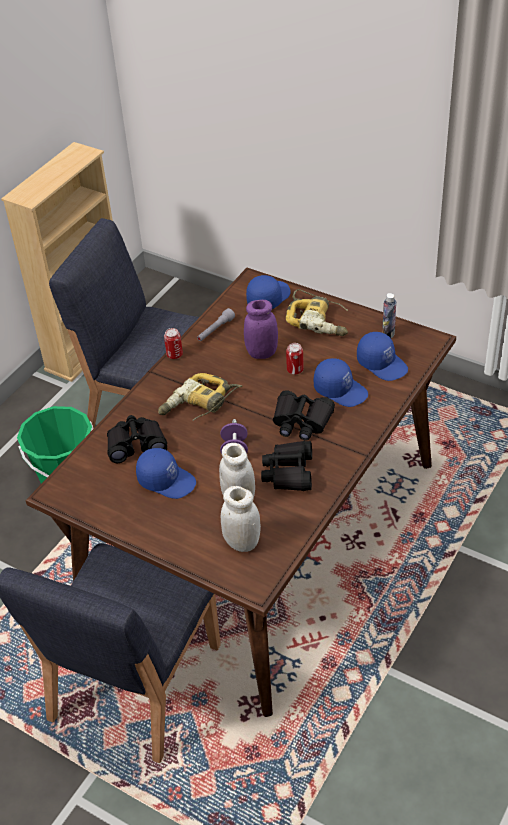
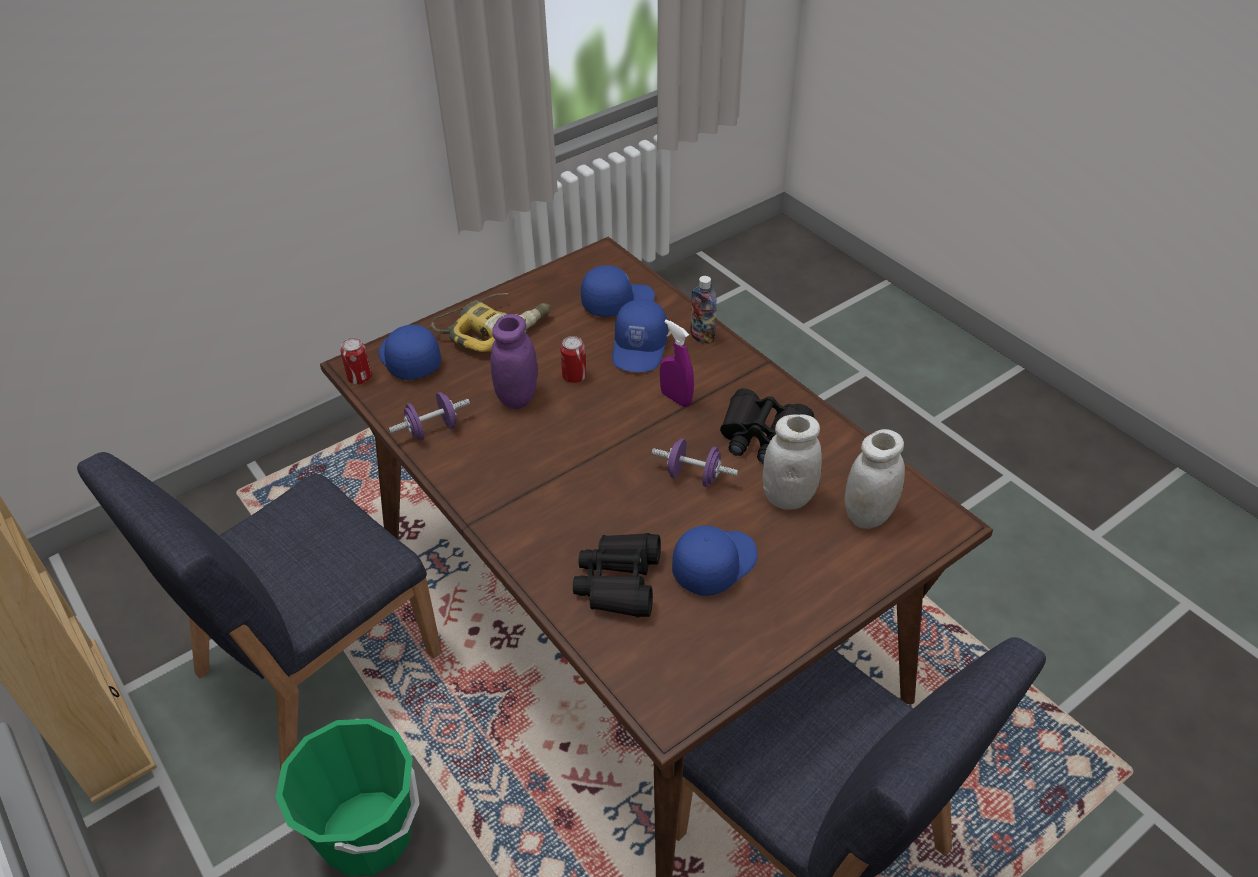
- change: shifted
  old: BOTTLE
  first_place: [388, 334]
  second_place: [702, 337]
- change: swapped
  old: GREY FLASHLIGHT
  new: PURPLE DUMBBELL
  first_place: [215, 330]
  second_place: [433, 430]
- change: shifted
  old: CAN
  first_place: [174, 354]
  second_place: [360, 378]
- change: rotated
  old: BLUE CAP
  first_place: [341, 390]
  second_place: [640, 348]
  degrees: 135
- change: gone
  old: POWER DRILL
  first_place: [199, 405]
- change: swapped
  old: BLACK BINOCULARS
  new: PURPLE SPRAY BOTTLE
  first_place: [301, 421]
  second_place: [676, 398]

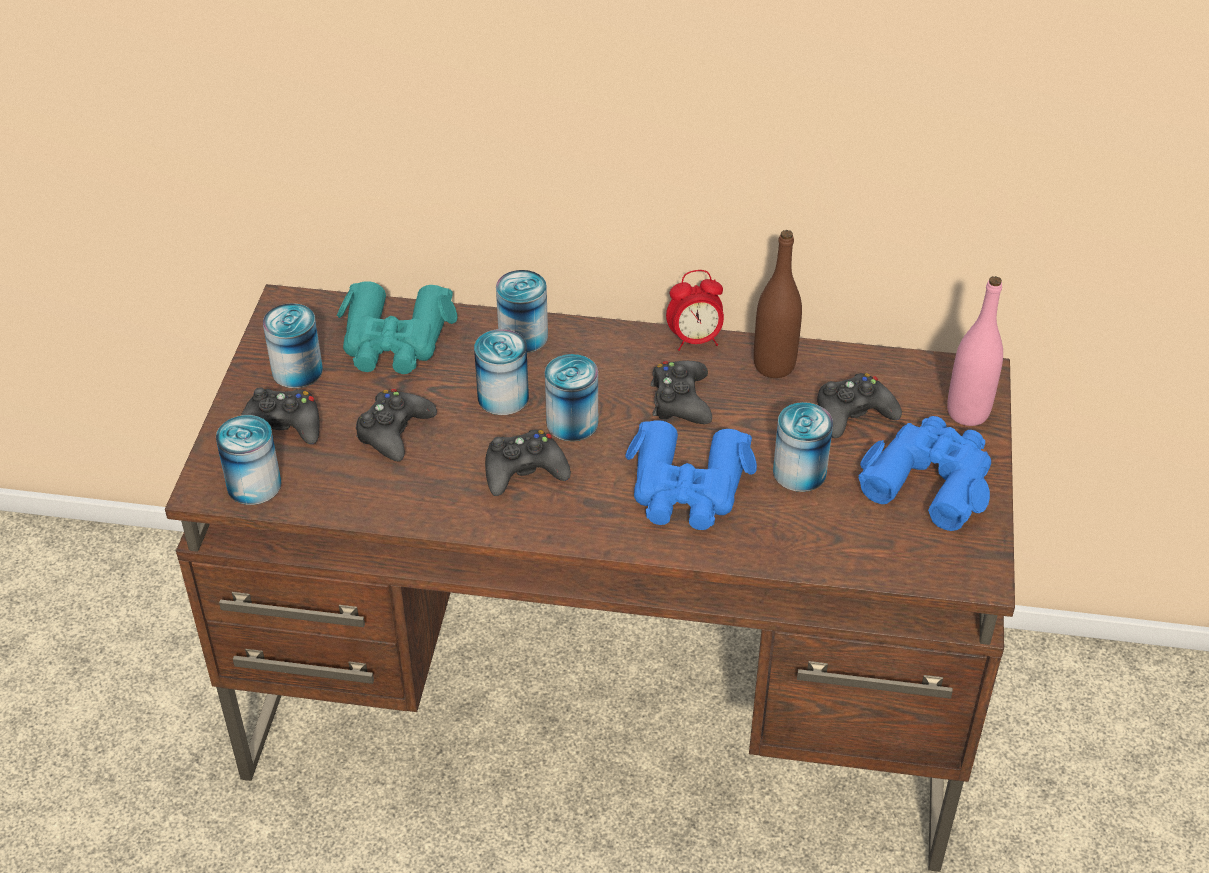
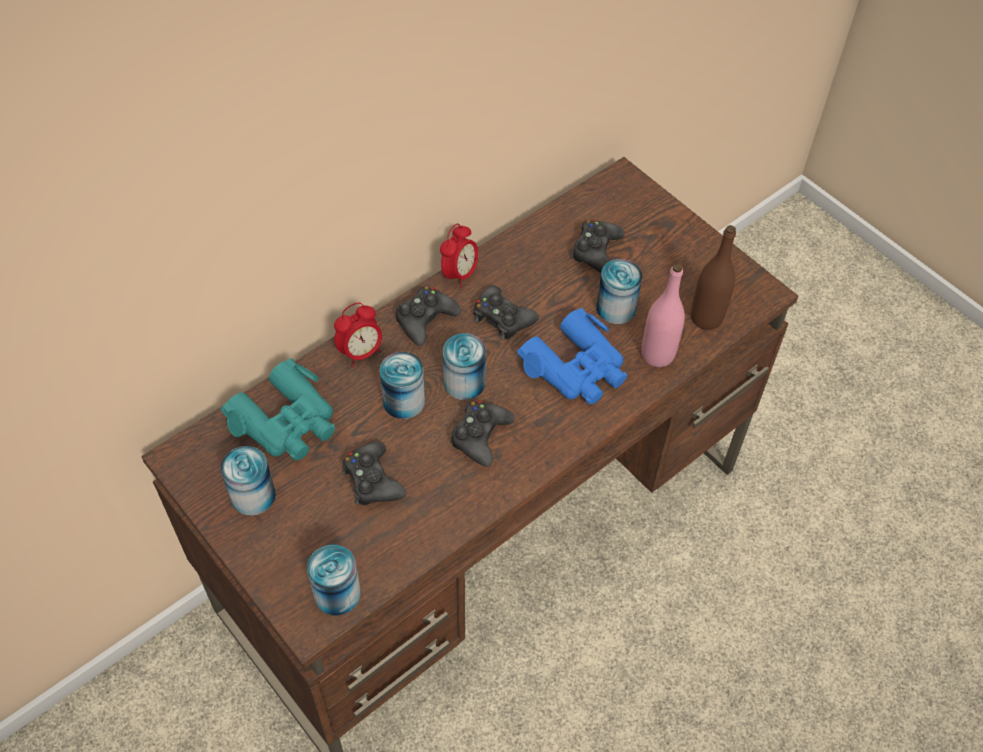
- change: shifted
  old: BROWN BOTTLE
  first_place: [774, 365]
  second_place: [706, 318]
- change: swapped
  old: CAN
  new: ALARM CLOCK
  first_place: [523, 336]
  second_place: [361, 352]
- change: shifted
  old: PINK BOTTLE
  first_place: [967, 412]
  second_place: [657, 355]
- change: shifted
  old: BLACK GAME CONTROLLER
  first_place: [282, 426]
  second_place: [425, 320]
- change: gone
  old: BLUE BINOCULARS
  first_place: [930, 480]

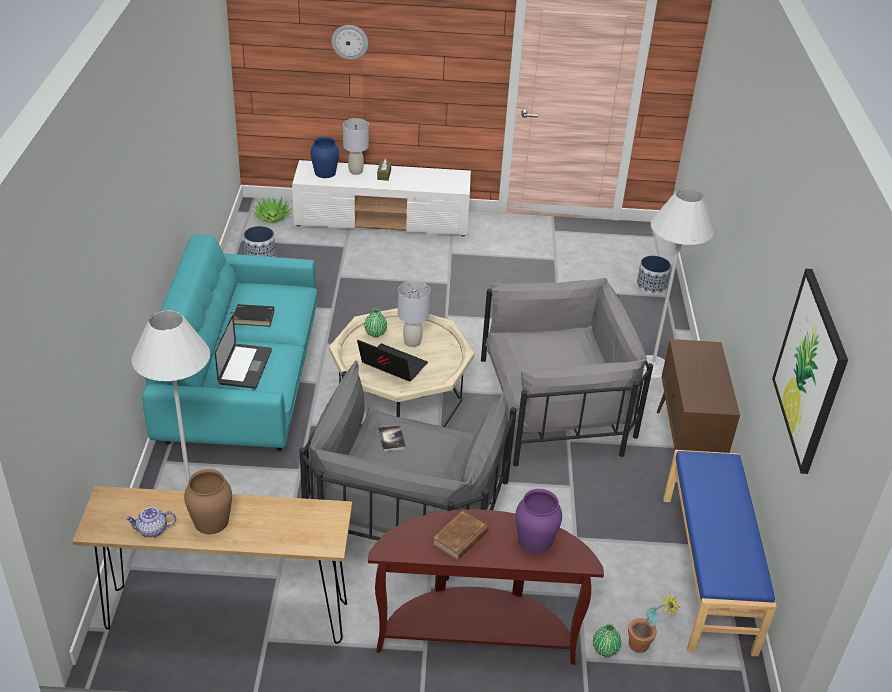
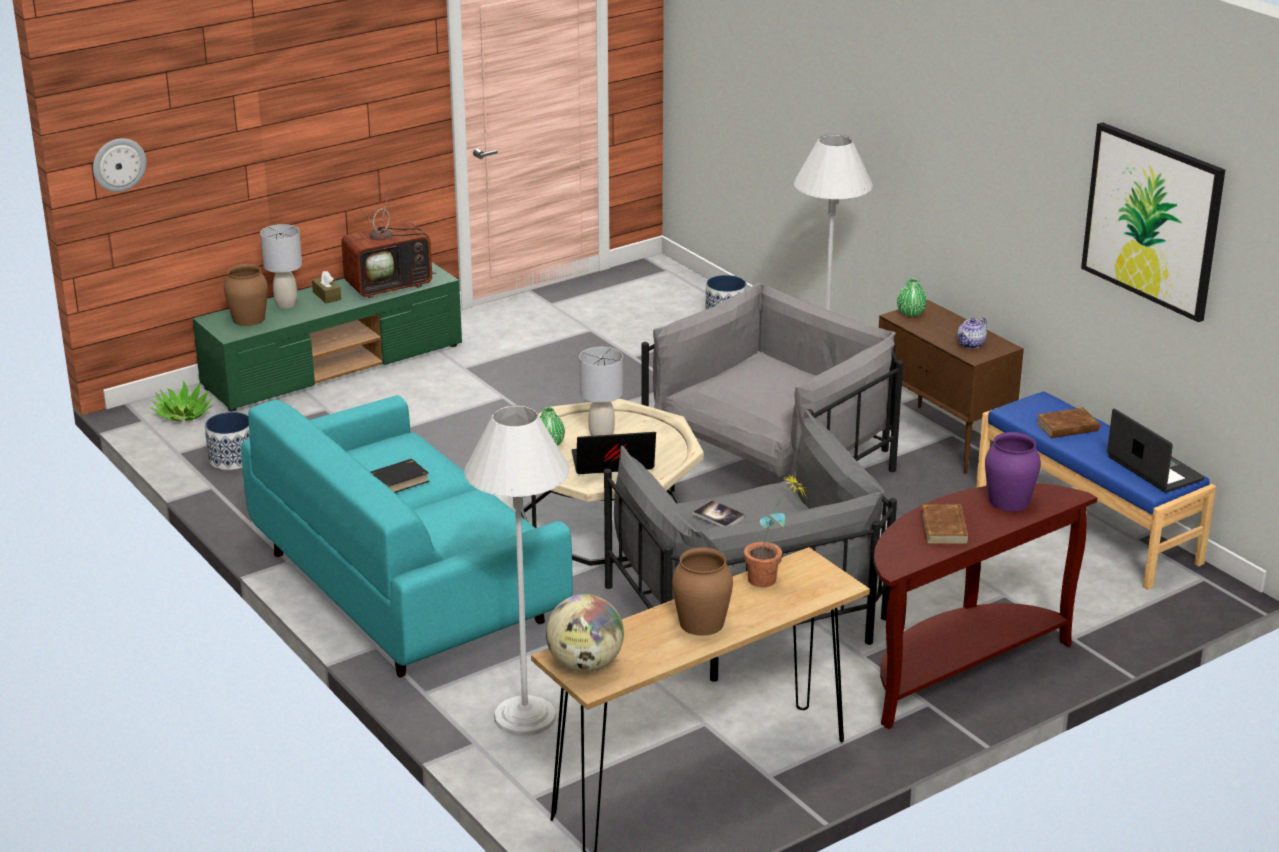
- change: shifted
  old: WALL CLOCK
  first_place: [350, 42]
  second_place: [119, 164]
- change: repainted
  old: BLUE VASE
  new: BROWN VASE
  first_place: [325, 173]
  second_place: [249, 319]
- change: repainted
  old: WHITE TV STAND
  new: GREEN TV STAND
  first_place: [383, 220]
  second_place: [334, 366]
- change: shifted
  old: LAPTOP
  first_place: [245, 367]
  second_place: [1154, 469]
- change: shifted
  old: TEAPOT
  first_place: [152, 530]
  second_place: [971, 344]
- change: shifted
  old: POTTED PLANT
  first_place: [644, 648]
  second_place: [771, 580]
- change: shifted
  old: GREEN VASE
  first_place: [605, 649]
  second_place: [910, 313]
- change: new
  new: TELEVISION
  second_place: [390, 284]
- change: new
  new: BROWN BOOK
  second_place: [1067, 427]
- change: new
  new: GLOBE
  second_place: [585, 665]

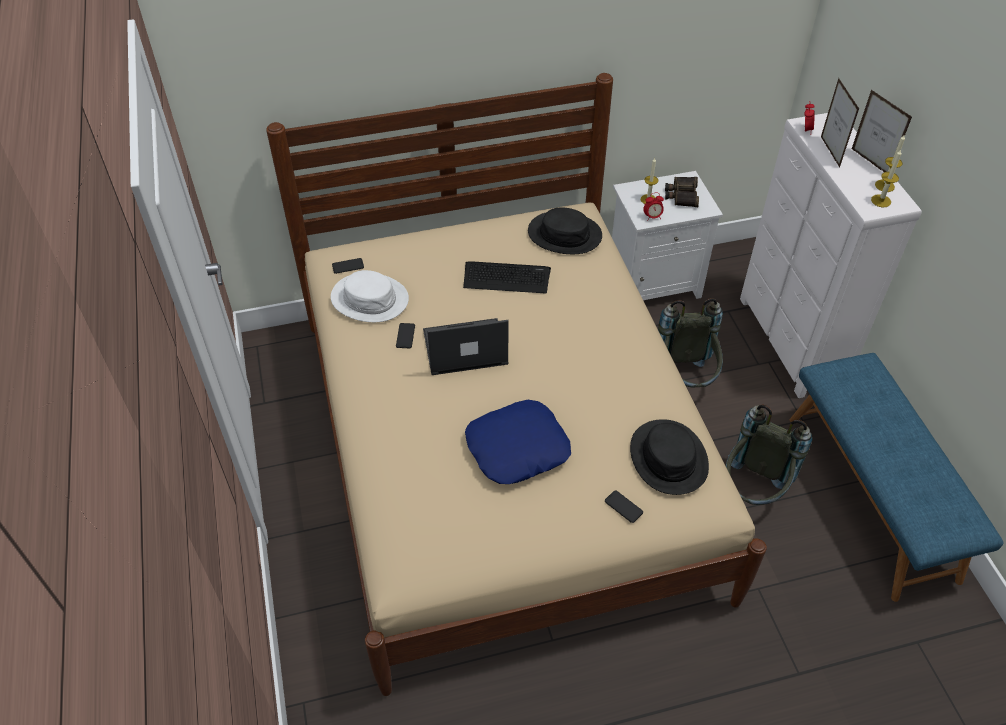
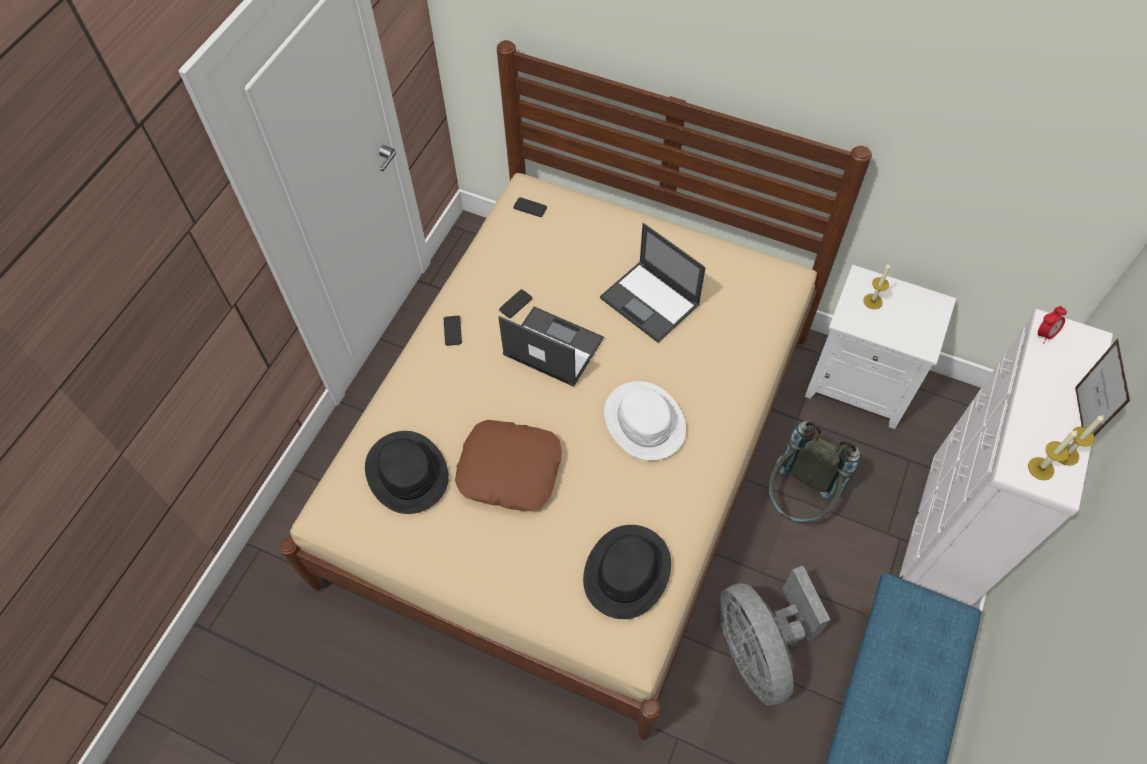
- change: gone
  old: PICTURE FRAME
  first_place: [830, 152]
- change: gone
  old: BINOCULARS
  first_place: [681, 195]
- change: gone
  old: ALARM CLOCK
  first_place: [652, 217]
- change: shifted
  old: BLACK HAT
  first_place: [564, 234]
  second_place: [407, 472]
- change: swapped
  old: KEYBOARD
  new: LAPTOP
  first_place: [506, 278]
  second_place: [651, 302]
- change: shifted
  old: WHITE HAT
  first_place: [370, 298]
  second_place: [644, 421]
- change: repainted
  old: BLUE PILLOW
  new: BROWN PILLOW
  first_place: [517, 447]
  second_place: [510, 469]
- change: swapped
  old: GREY BACKPACK
  new: GREY FAN
  first_place: [752, 491]
  second_place: [758, 649]
- change: shifted
  old: PHONE
  first_place: [623, 507]
  second_place: [452, 331]

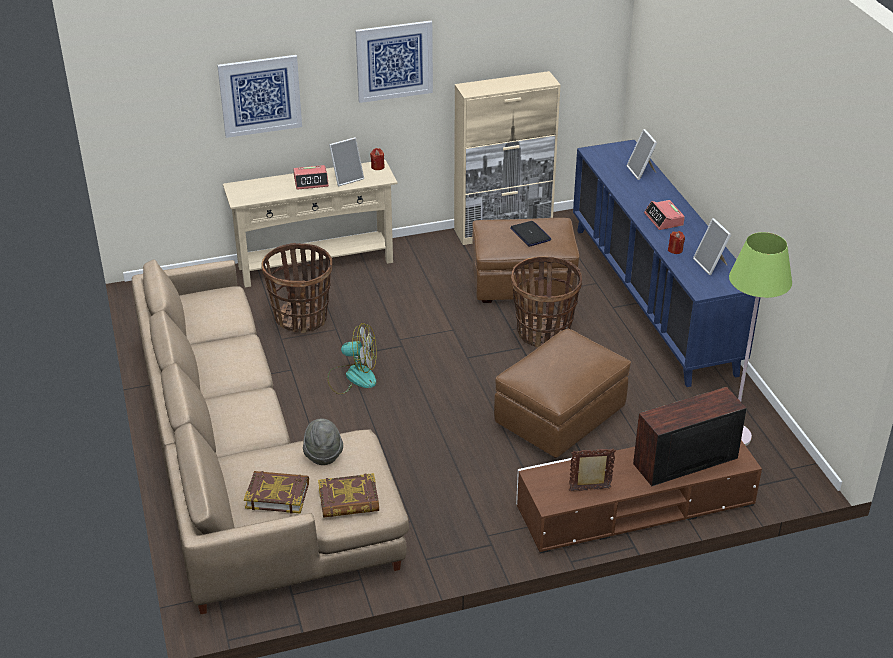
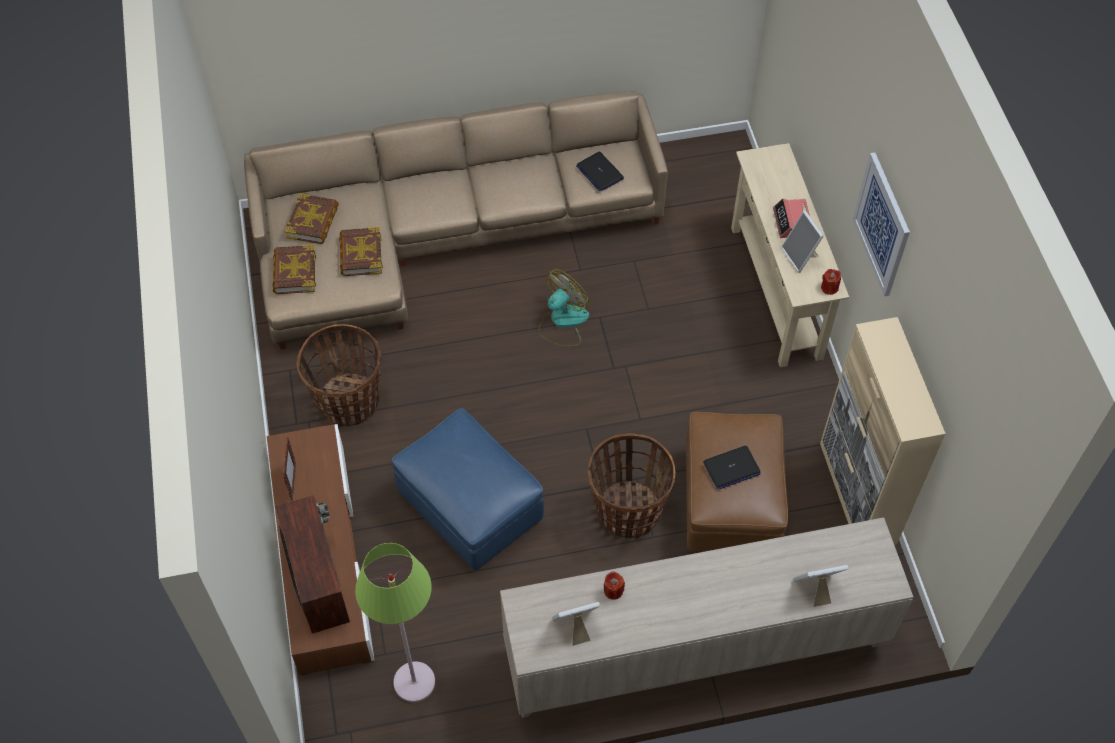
- change: gone
  old: PICTURE
  first_place: [260, 95]
- change: repainted
  old: BLUE CABINET
  new: BEIGE CABINET
  first_place: [652, 298]
  second_place: [695, 649]
- change: gone
  old: ALARM CLOCK
  first_place: [664, 219]
- change: shifted
  old: BASKET
  first_place: [301, 318]
  second_place: [349, 402]
- change: rotated
  old: FAN
  first_place: [353, 377]
  second_place: [562, 322]
  degrees: -150
- change: repainted
  old: BROWN OTTOMAN
  new: BLUE OTTOMAN
  first_place: [560, 418]
  second_place: [470, 507]
- change: swapped
  old: GREY HAT
  new: BOOK
  first_place: [323, 454]
  second_place: [360, 255]
- change: new
  new: LAPTOP
  second_place: [599, 172]

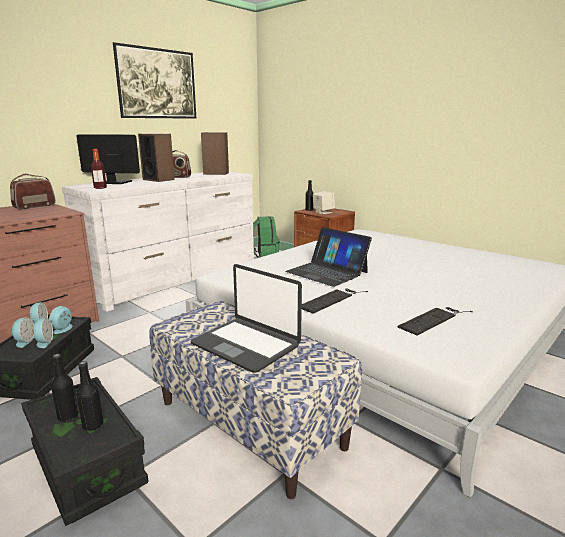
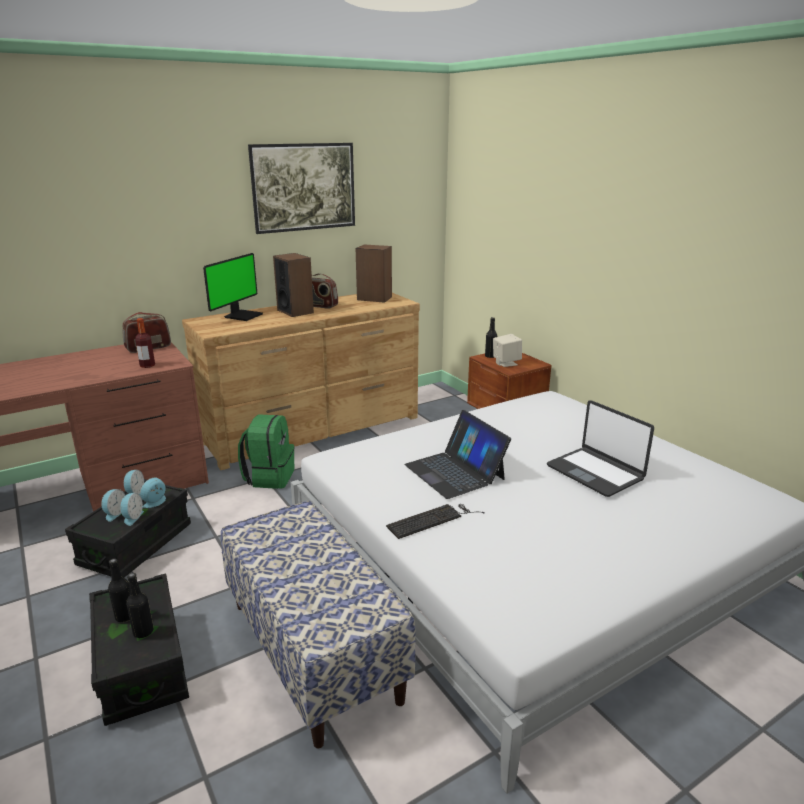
- change: rotated
  old: MONITOR
  first_place: [115, 182]
  second_place: [242, 315]
  degrees: 90
- change: shifted
  old: BOTTLE
  first_place: [100, 188]
  second_place: [147, 365]
- change: repainted
  old: WHITE DRESSER
  new: BROWN DRESSER
  first_place: [176, 279]
  second_place: [314, 430]
- change: shifted
  old: GREEN BACKPACK
  first_place: [265, 254]
  second_place: [269, 477]
- change: shifted
  old: LAPTOP
  first_place: [246, 345]
  second_place: [595, 472]
- change: gone
  old: KEYBOARD
  first_place: [433, 319]

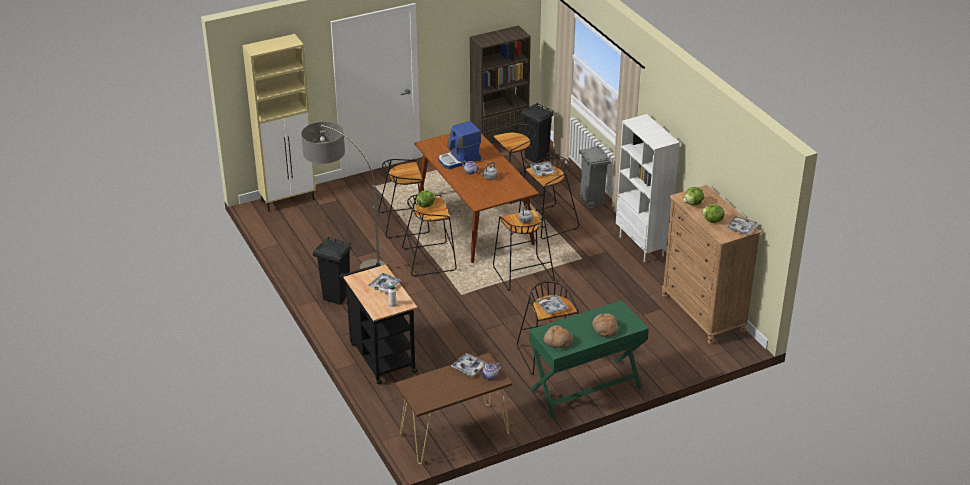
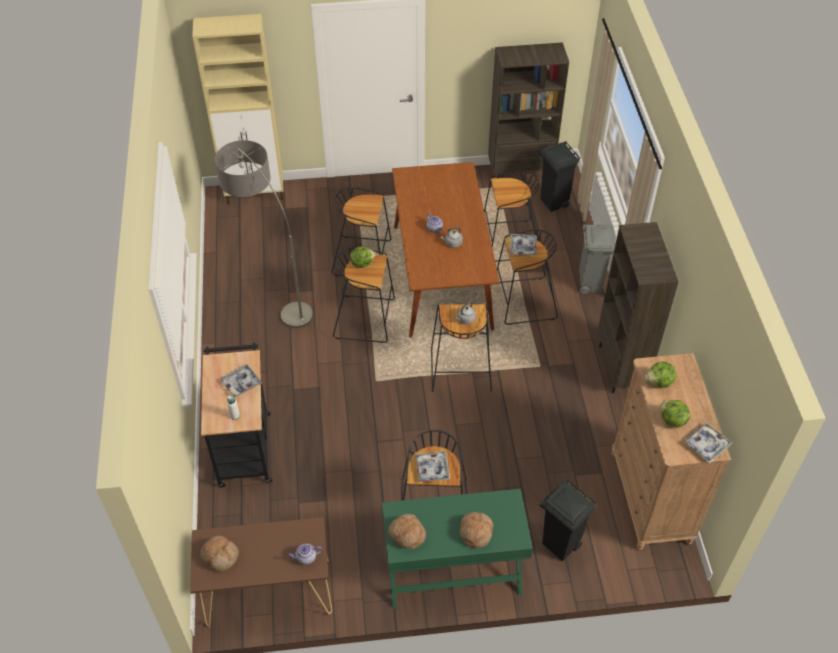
- change: repainted
  old: WHITE BOOKCASE
  new: BROWN BOOKCASE
  first_place: [642, 246]
  second_place: [620, 368]
- change: gone
  old: COFFEE MACHINE
  first_place: [459, 160]
- change: shifted
  old: BLACK TRASH CAN
  first_place: [336, 297]
  second_place: [560, 545]
- change: gone
  old: TRAY
  first_place: [469, 367]
- change: new
  new: BREAD
  second_place: [220, 556]

